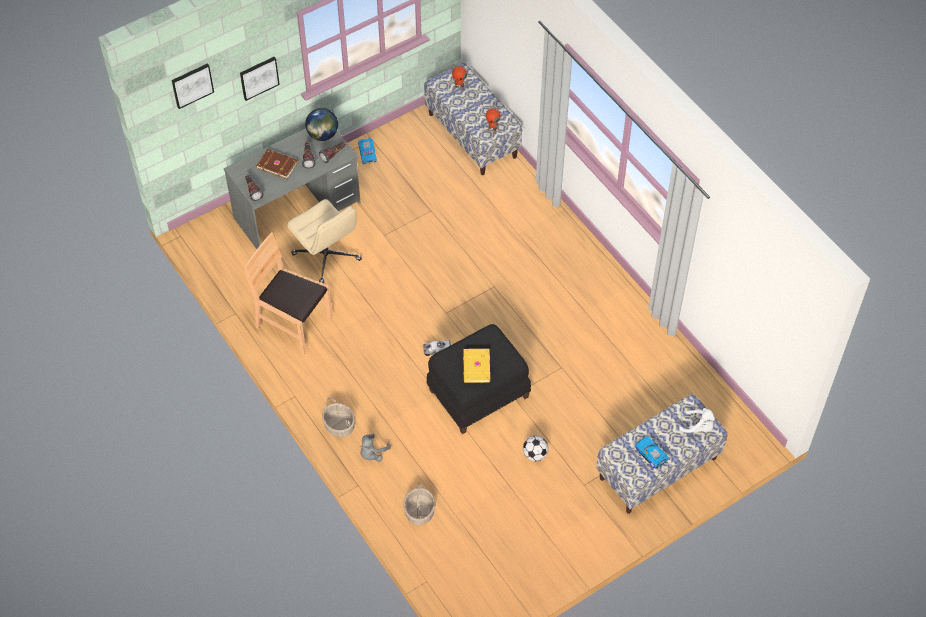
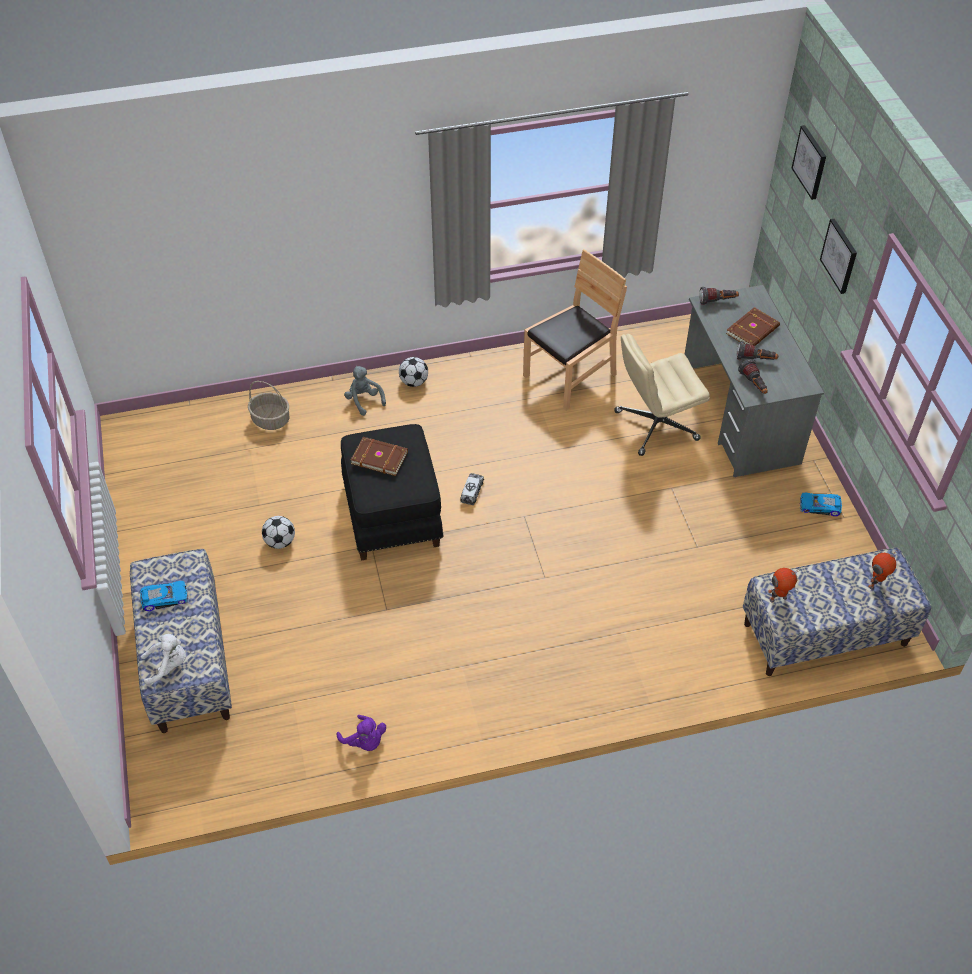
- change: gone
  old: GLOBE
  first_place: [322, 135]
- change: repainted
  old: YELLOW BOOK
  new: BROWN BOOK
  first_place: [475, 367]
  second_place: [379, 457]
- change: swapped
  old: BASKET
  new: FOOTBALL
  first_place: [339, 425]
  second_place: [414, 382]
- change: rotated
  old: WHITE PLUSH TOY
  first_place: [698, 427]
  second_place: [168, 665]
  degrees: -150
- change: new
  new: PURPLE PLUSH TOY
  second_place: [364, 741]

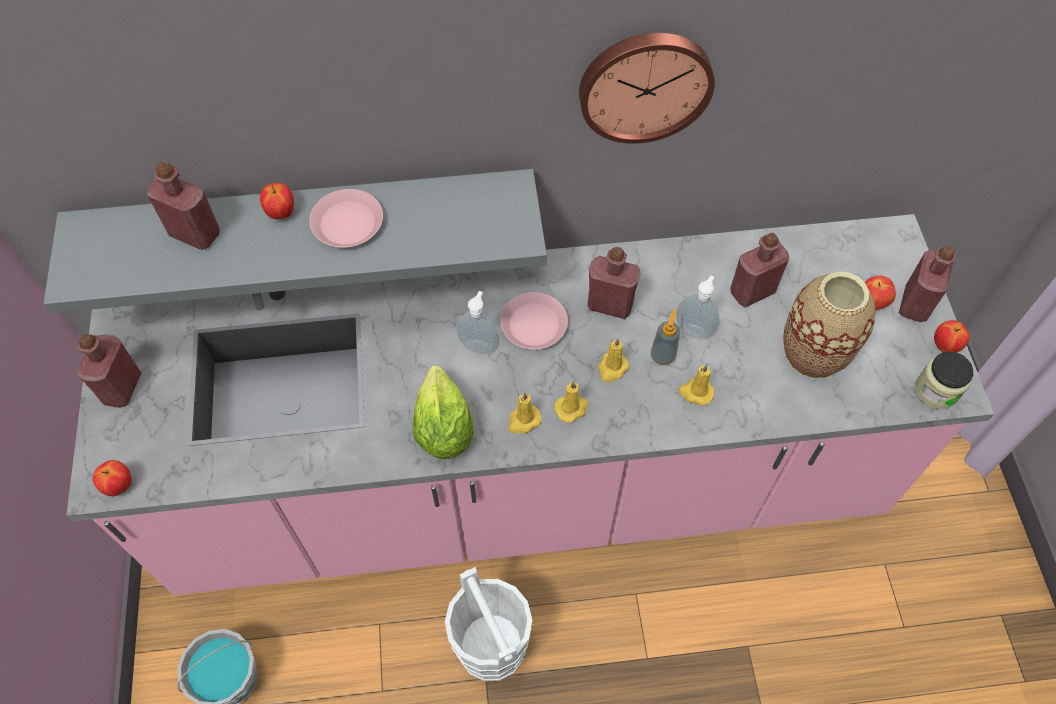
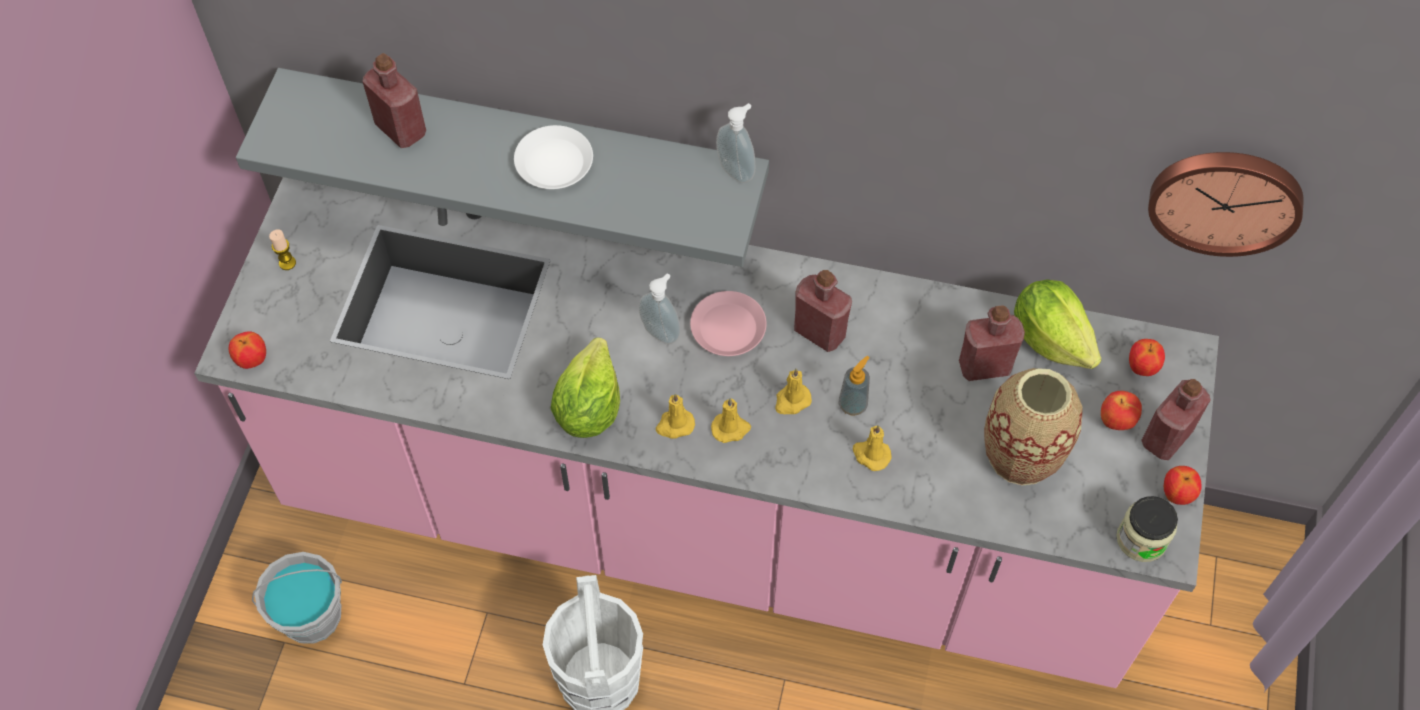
- change: shifted
  old: WALL CLOCK
  first_place: [644, 84]
  second_place: [1225, 198]
- change: shifted
  old: APPLE
  first_place: [281, 213]
  second_place: [1141, 368]
- change: repainted
  old: PINK PLATE
  new: WHITE PLATE
  first_place: [348, 223]
  second_place: [554, 162]
- change: shifted
  old: SOAP DISPENSER
  first_place: [694, 329]
  second_place: [737, 170]
- change: swapped
  old: RED BOTTLE
  new: CANDLE
  first_place: [122, 388]
  second_place: [287, 263]
- change: new
  new: LETTUCE
  second_place: [1051, 338]

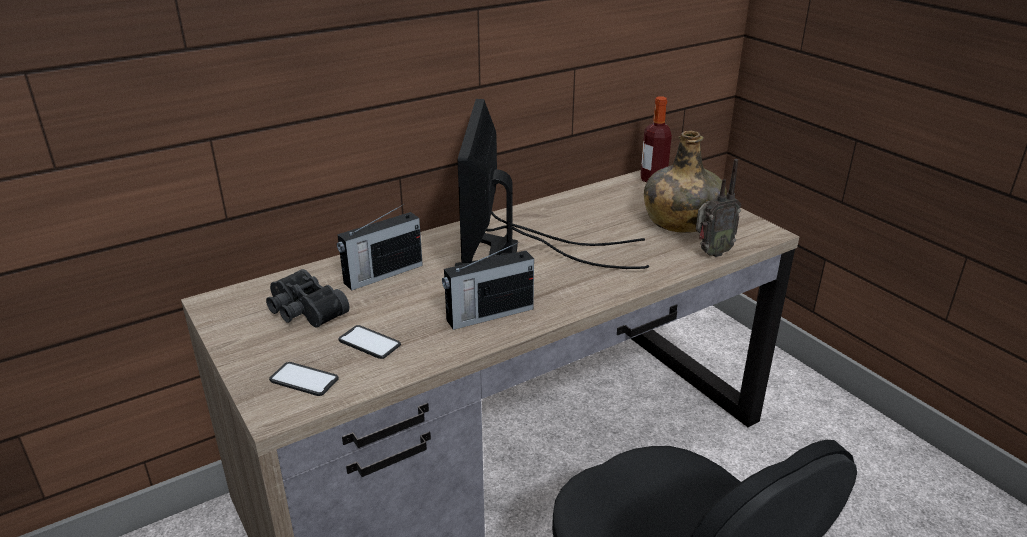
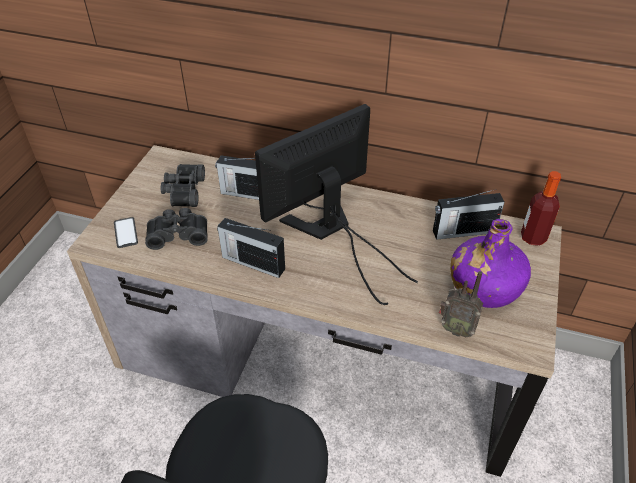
- change: repainted
  old: GREEN BOTTLE
  new: PURPLE BOTTLE
  first_place: [680, 221]
  second_place: [484, 287]
- change: swapped
  old: PHONE
  new: BLACK BINOCULARS
  first_place: [369, 343]
  second_place: [178, 234]
- change: new
  new: RADIO
  second_place: [462, 231]

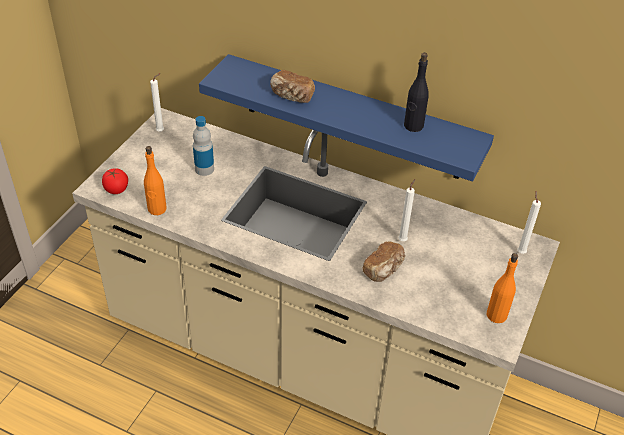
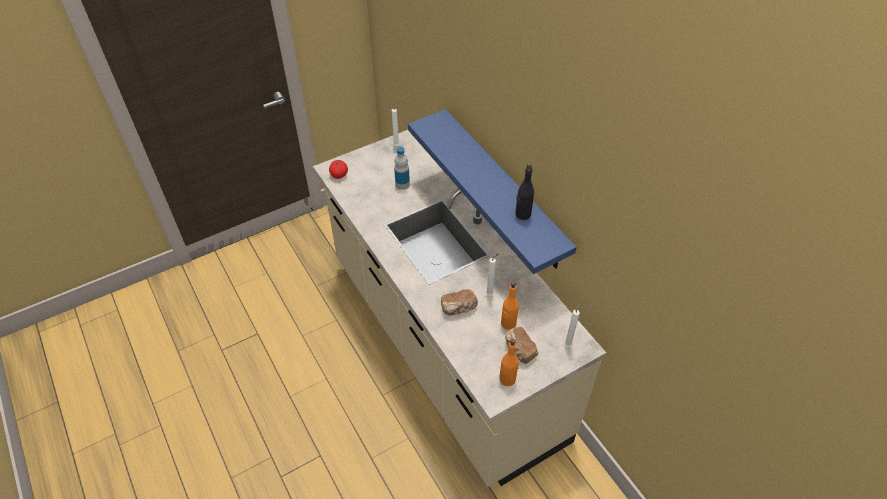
- change: shifted
  old: BREAD
  first_place: [291, 96]
  second_place: [519, 350]
- change: shifted
  old: ORANGE BOTTLE
  first_place: [157, 209]
  second_place: [508, 323]

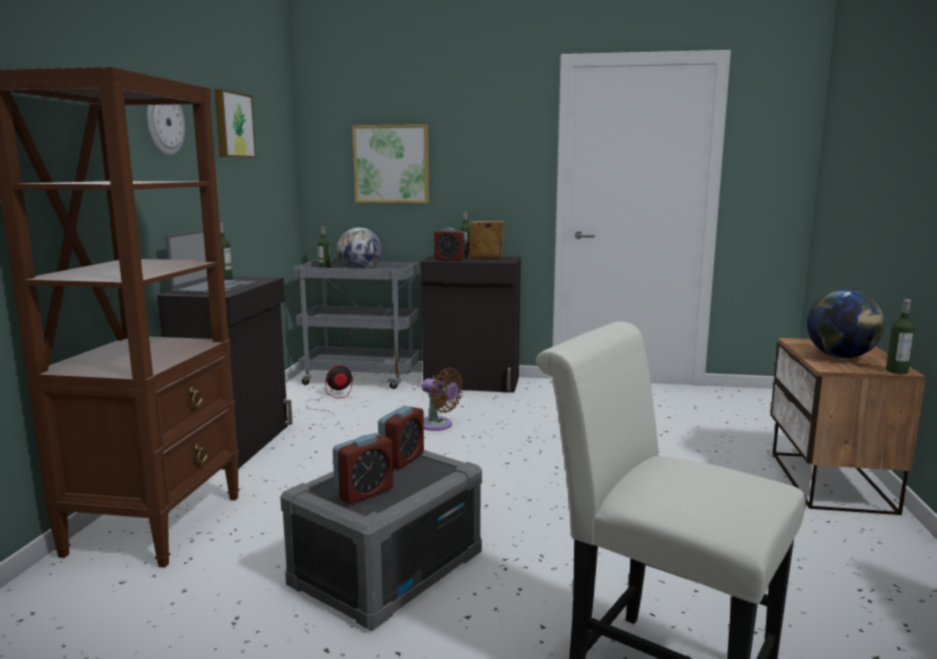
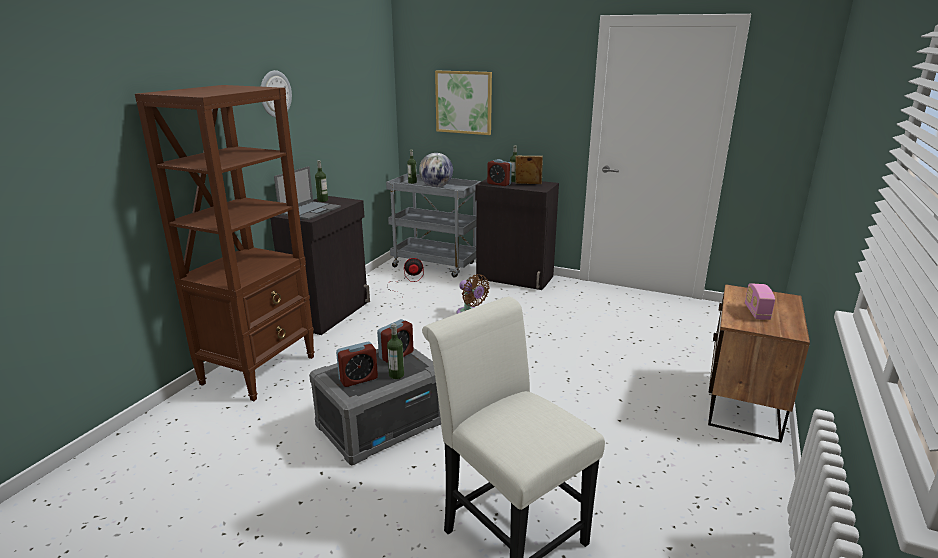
- change: gone
  old: PICTURE
  first_place: [232, 125]
- change: swapped
  old: GLOBE
  new: RADIO
  first_place: [840, 357]
  second_place: [756, 312]
- change: shifted
  old: BOTTLE
  first_place: [896, 371]
  second_place: [396, 375]

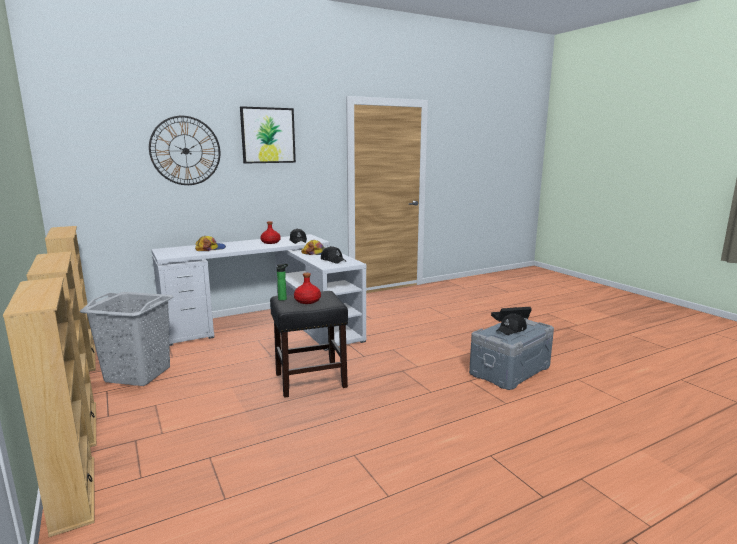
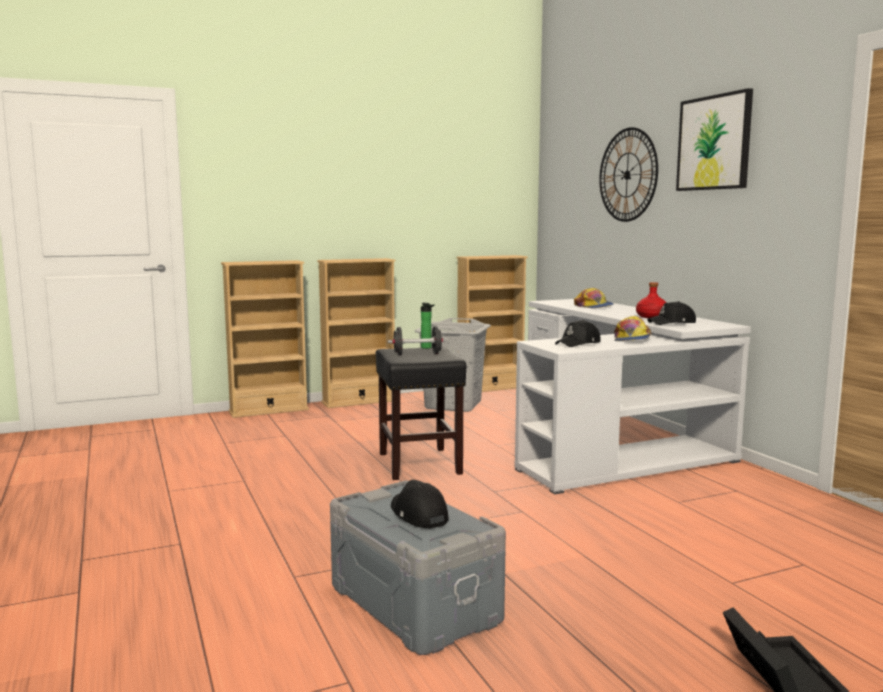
- change: swapped
  old: RED BOTTLE
  new: BLACK DUMBBELL
  first_place: [307, 301]
  second_place: [417, 354]

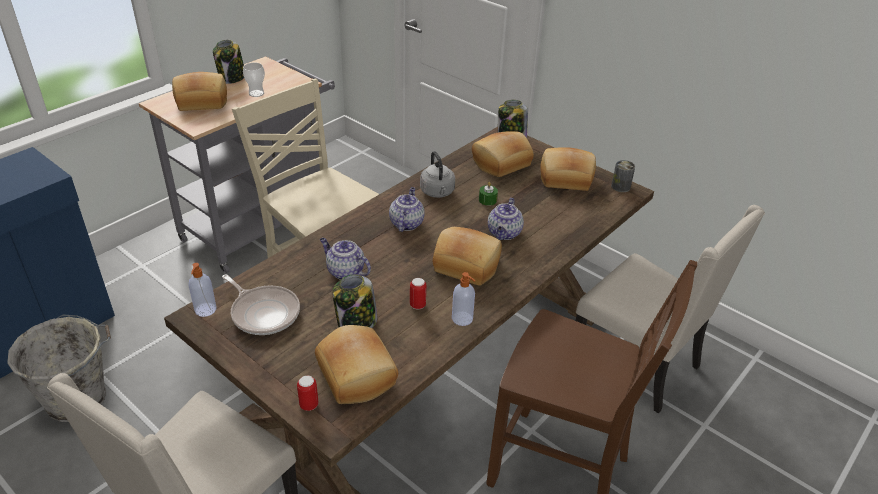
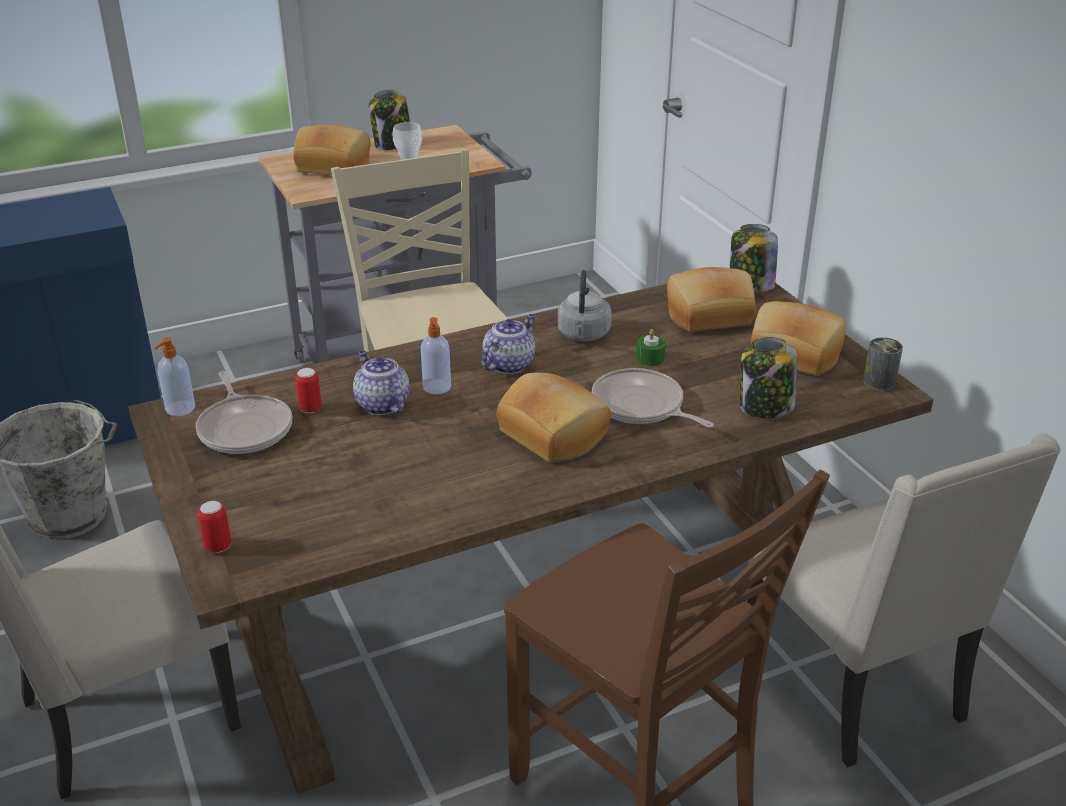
- change: swapped
  old: TEAPOT
  new: FRYING PAN
  first_place: [504, 233]
  second_place: [641, 406]
- change: shifted
  old: SOAP DISPENSER
  first_place: [463, 319]
  second_place: [437, 388]
- change: shifted
  old: JAR
  first_place: [356, 323]
  second_place: [765, 407]
- change: shifted
  old: CAN
  first_place: [417, 305]
  second_place: [310, 409]
- change: gone
  old: BREAD
  first_place: [358, 375]

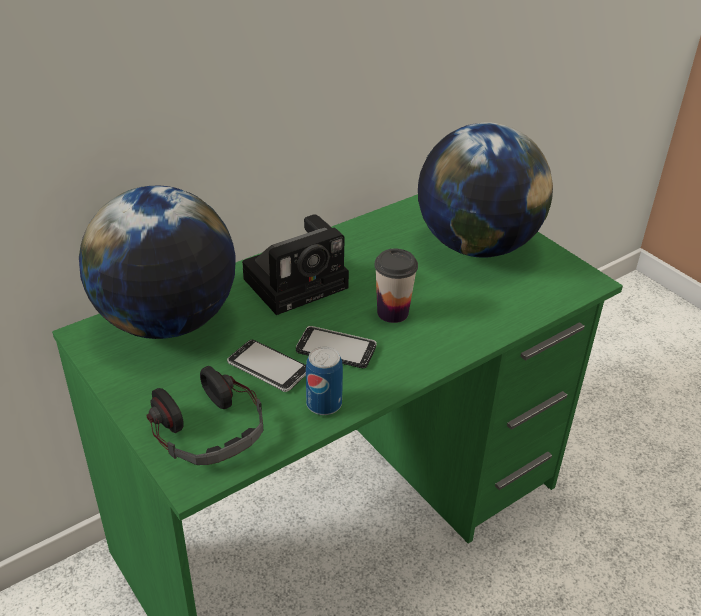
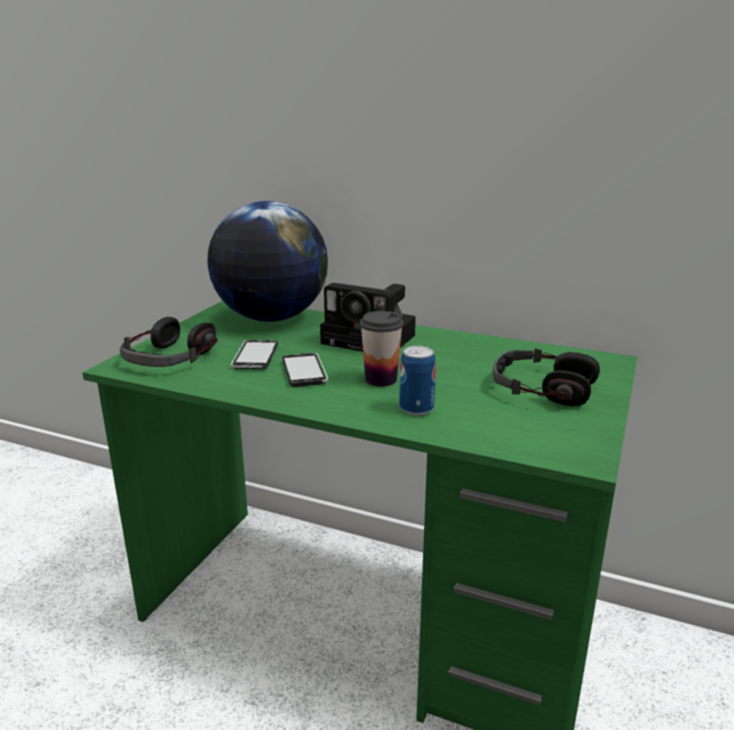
- change: swapped
  old: GLOBE
  new: HEADPHONES
  first_place: [476, 245]
  second_place: [542, 388]
- change: shifted
  old: CAN
  first_place: [324, 404]
  second_place: [416, 409]

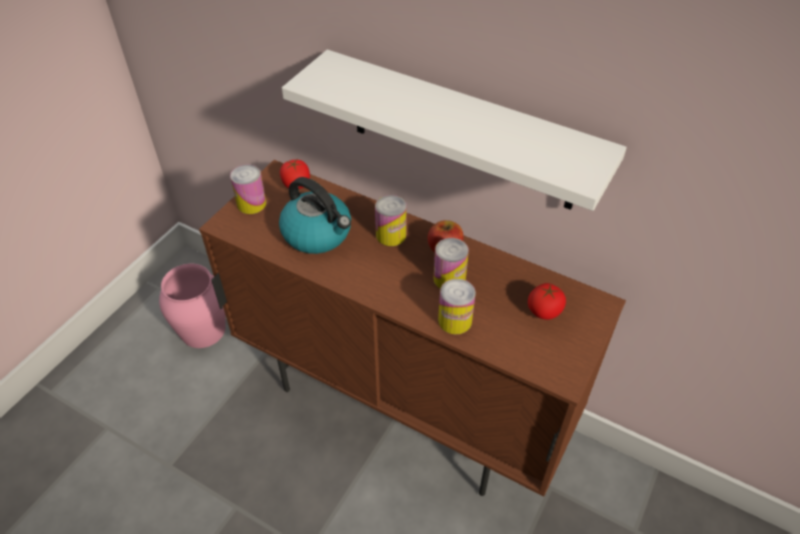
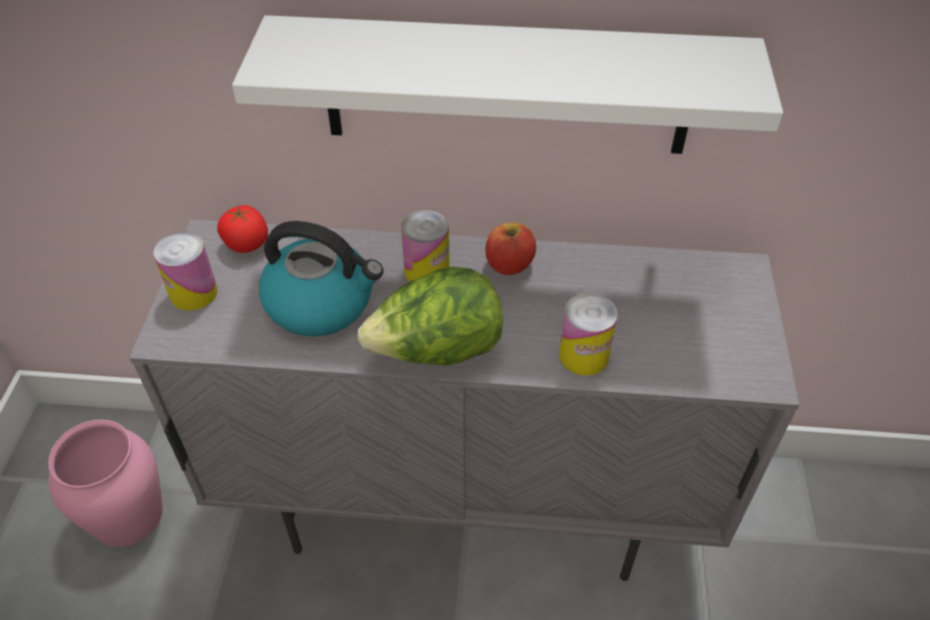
- change: repainted
  old: BROWN CABINET
  new: GREY CABINET
  first_place: [402, 405]
  second_place: [466, 506]
- change: gone
  old: CAN
  first_place: [449, 279]
- change: gone
  old: TOMATO
  first_place: [544, 311]
- change: new
  new: LETTUCE
  second_place: [437, 351]

